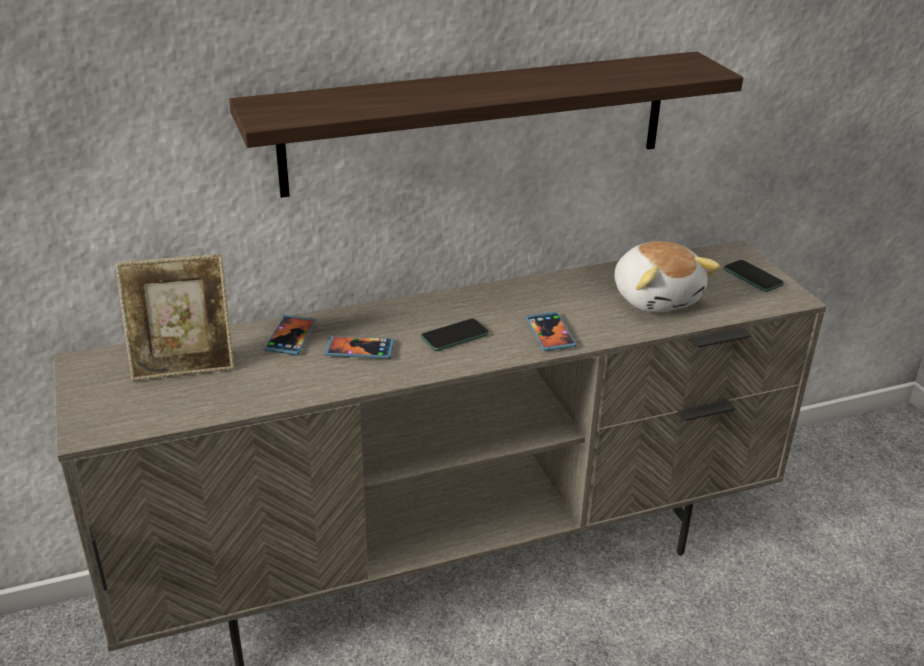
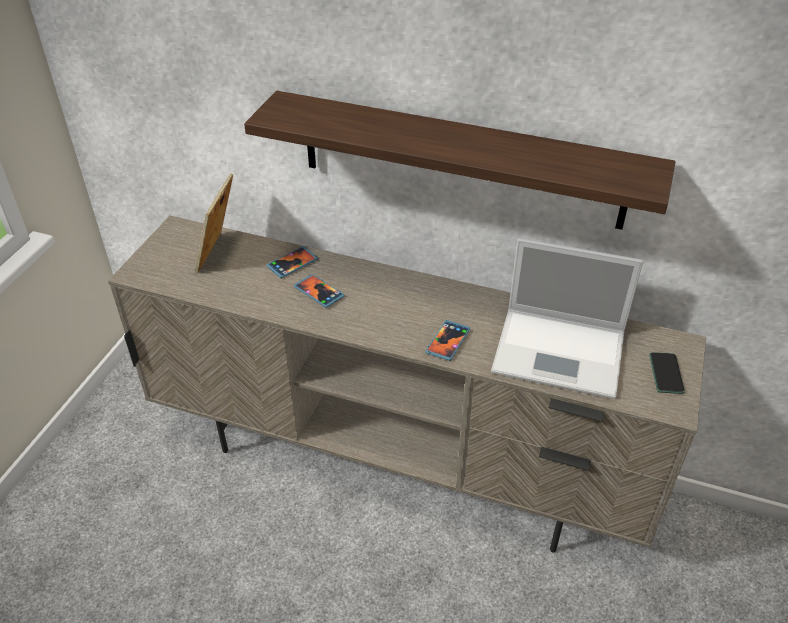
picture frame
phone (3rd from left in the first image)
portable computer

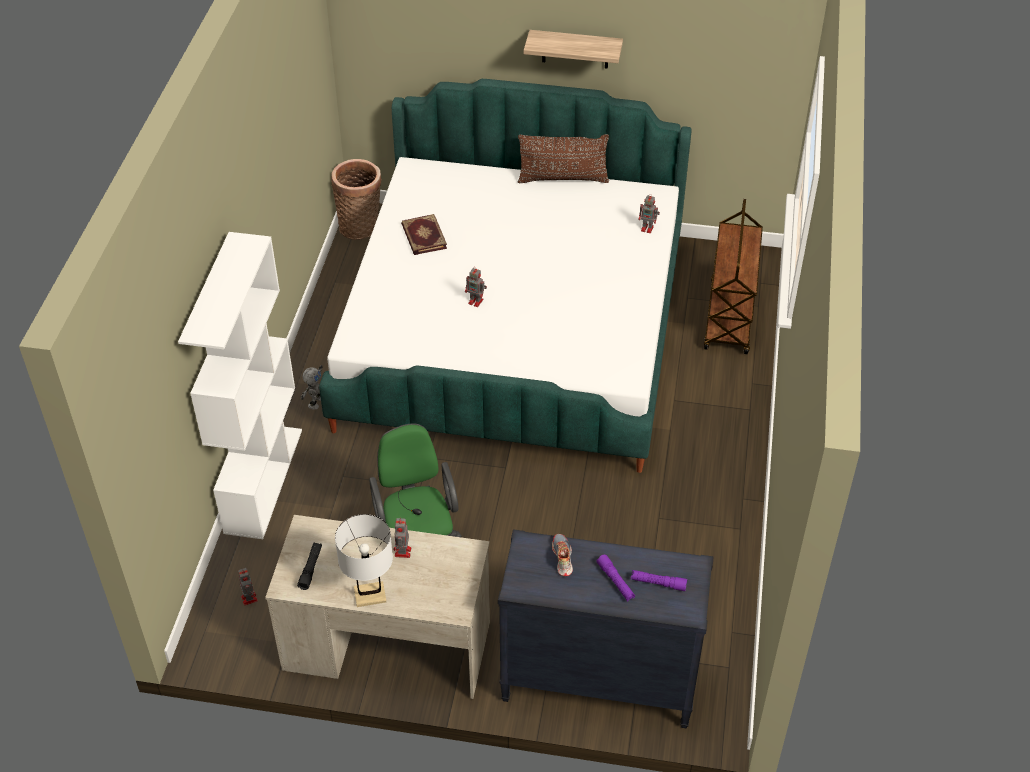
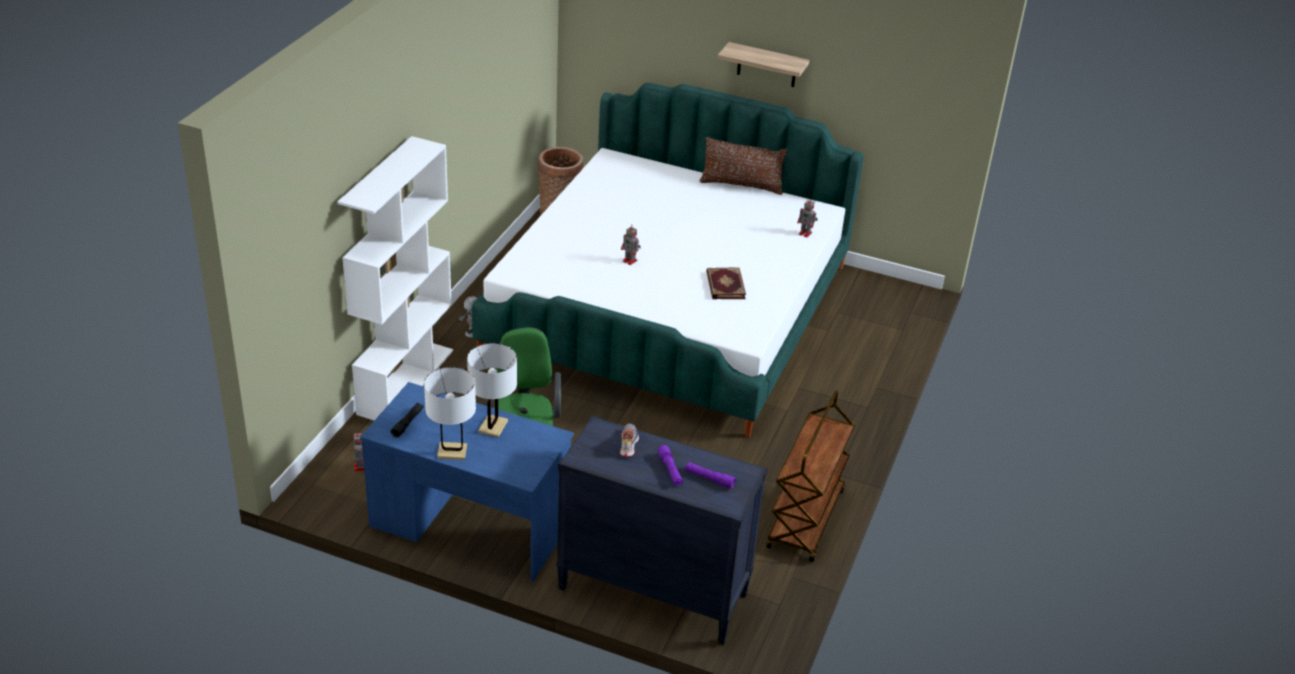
blue desk
whitish lamp for a table (2nd from left)
book
brownish wheeled cart

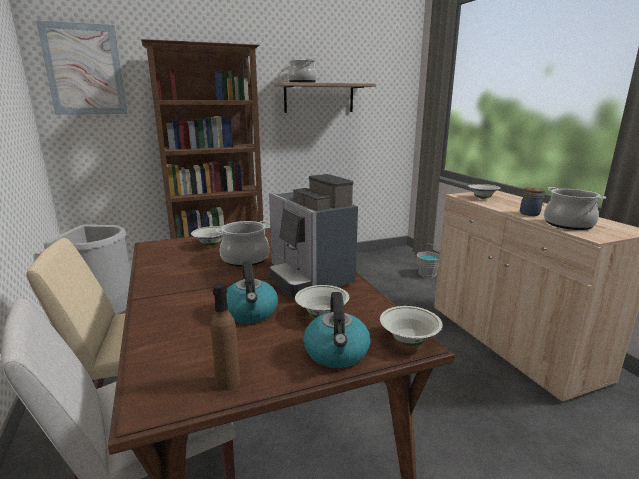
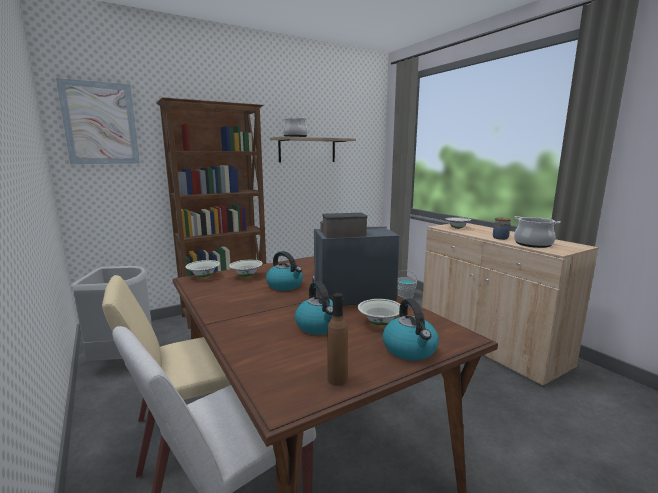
kettle (1st from left)
coffee maker
whitish deep dish (1st from left)

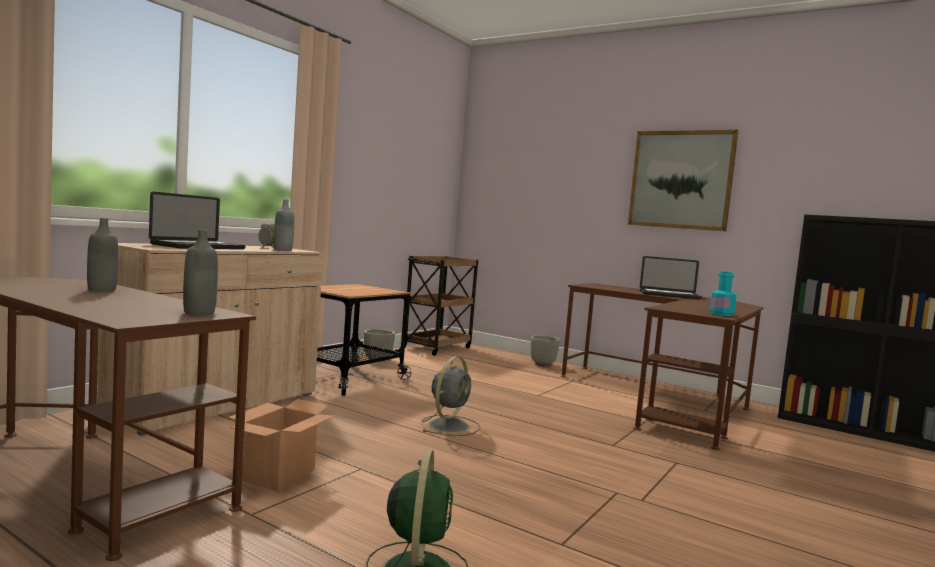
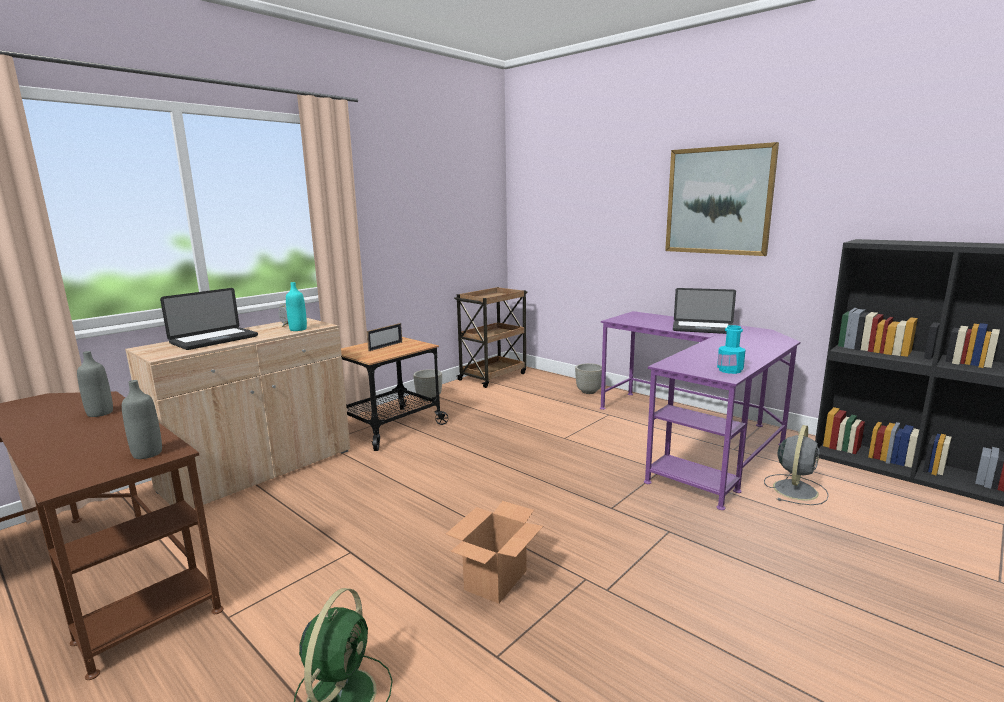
cardboard box
turquoise-coloured drink bottle (1st from left)
greyish electric fan
purple desk
picture frame

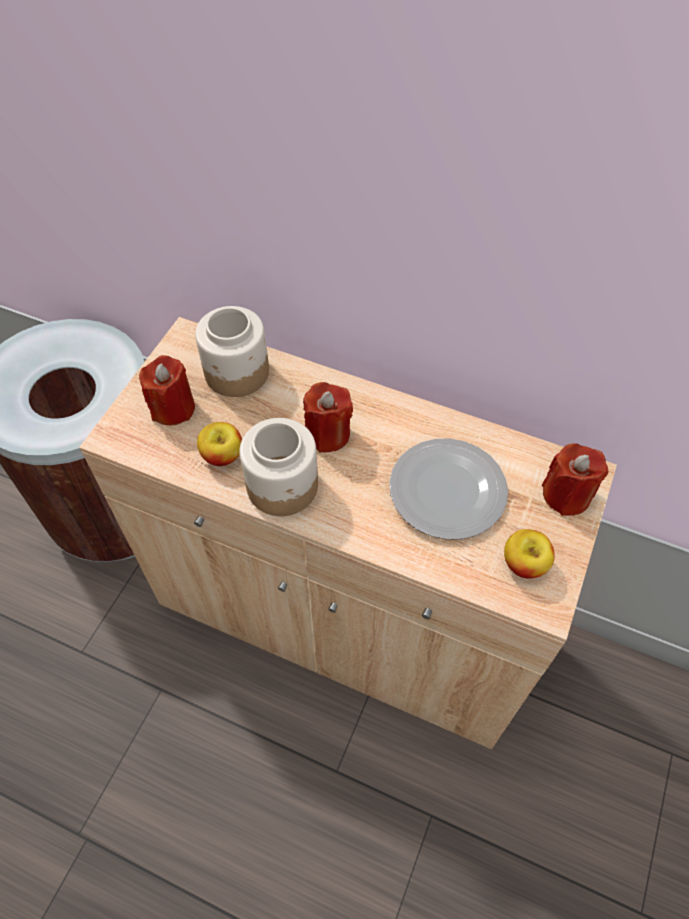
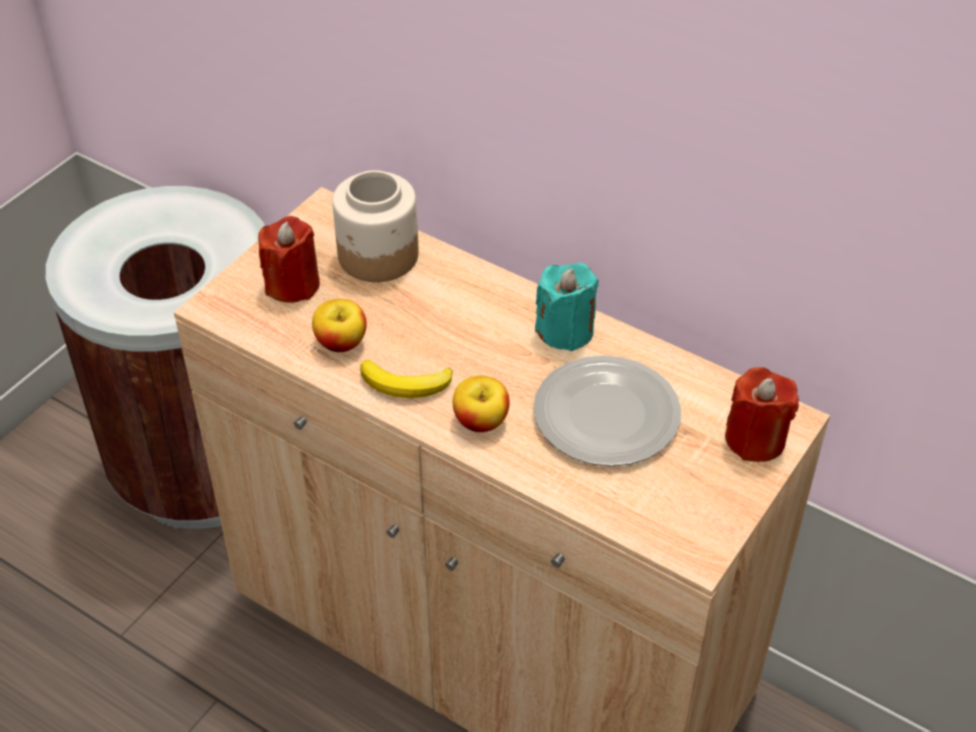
banana
red wax candle (2nd from left in the first image)
apple (2nd from left)
turquoise-coloured wax candle

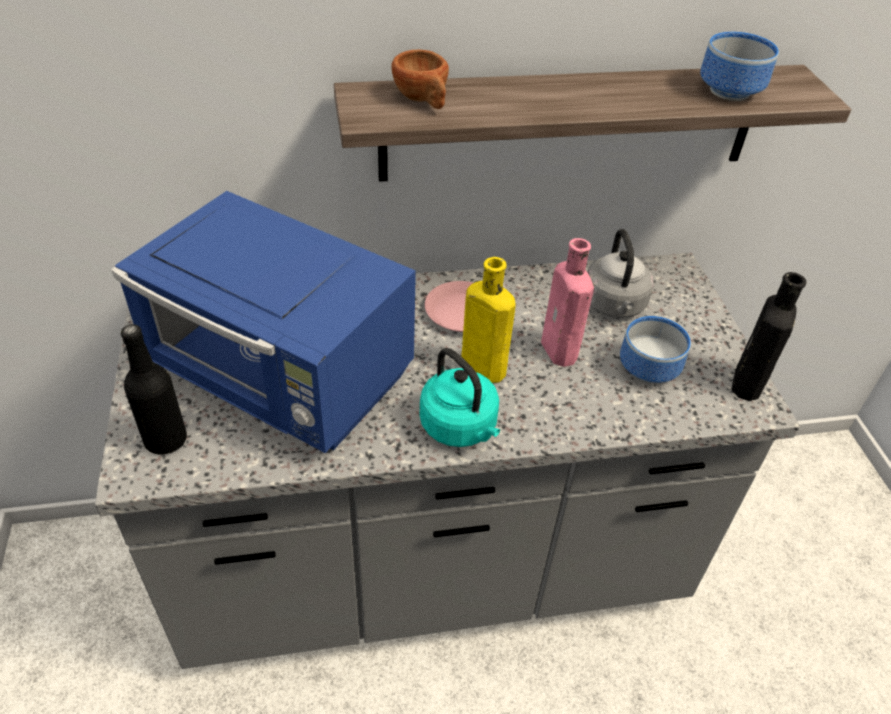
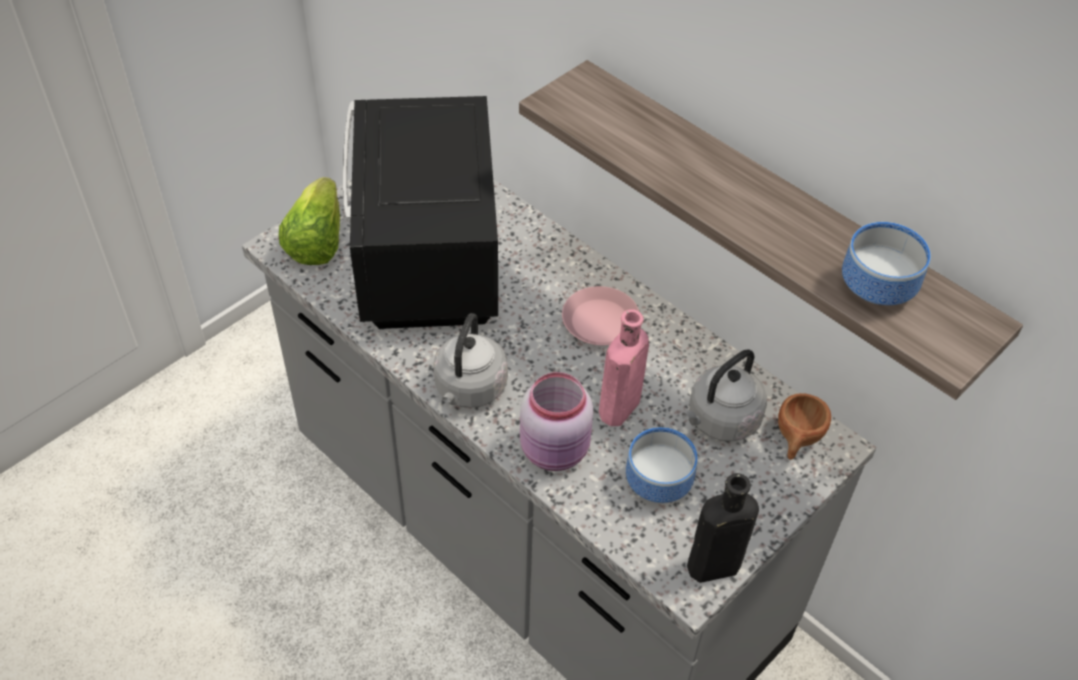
black microwave
lettuce head
brownish small cup
greyish kettle (1st from left)
yellow-coloured drink bottle
pinkish preserve jar

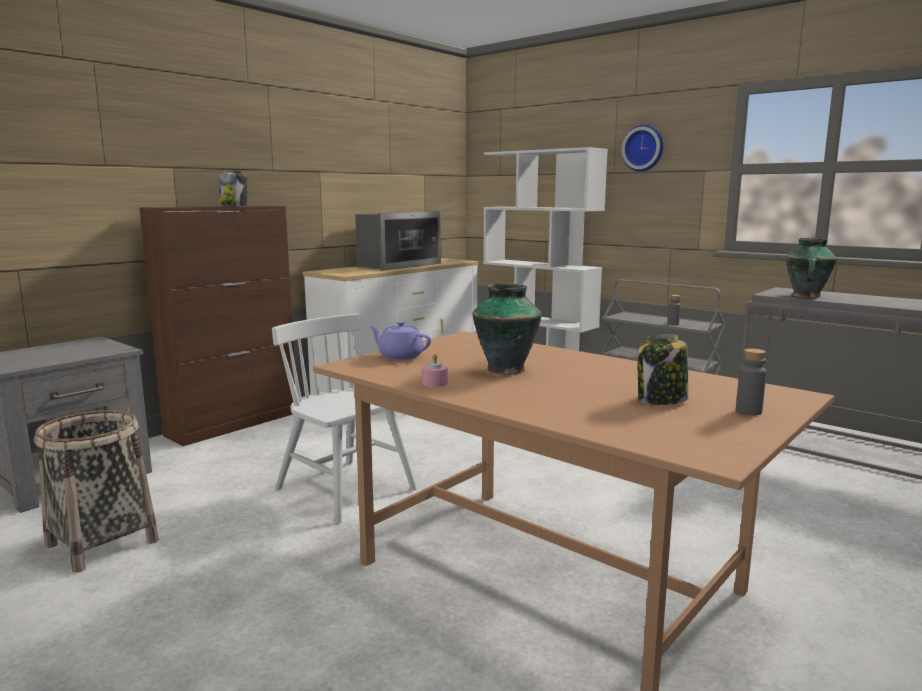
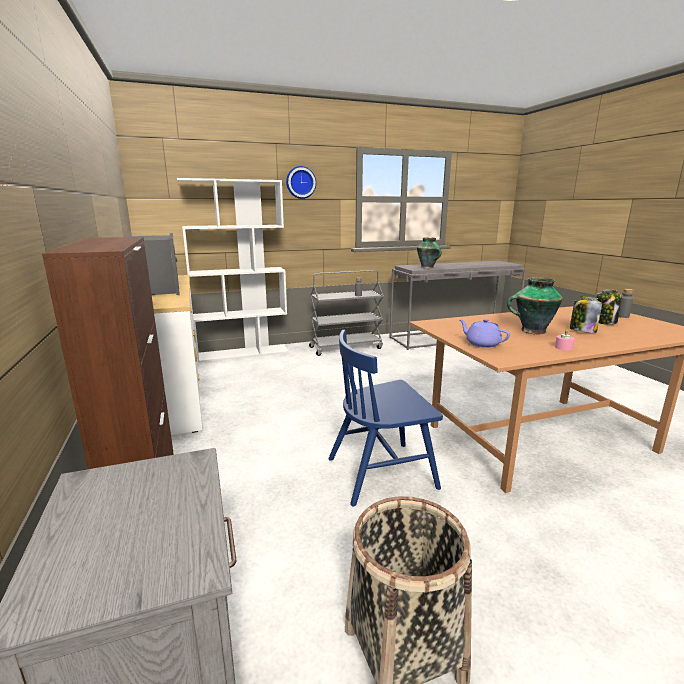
preserve jar (1st from left)
blue chair
purple teapot

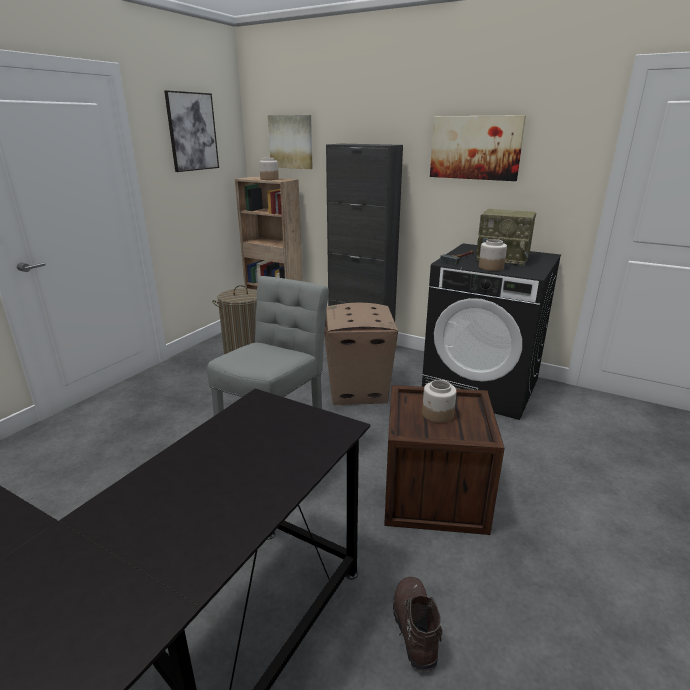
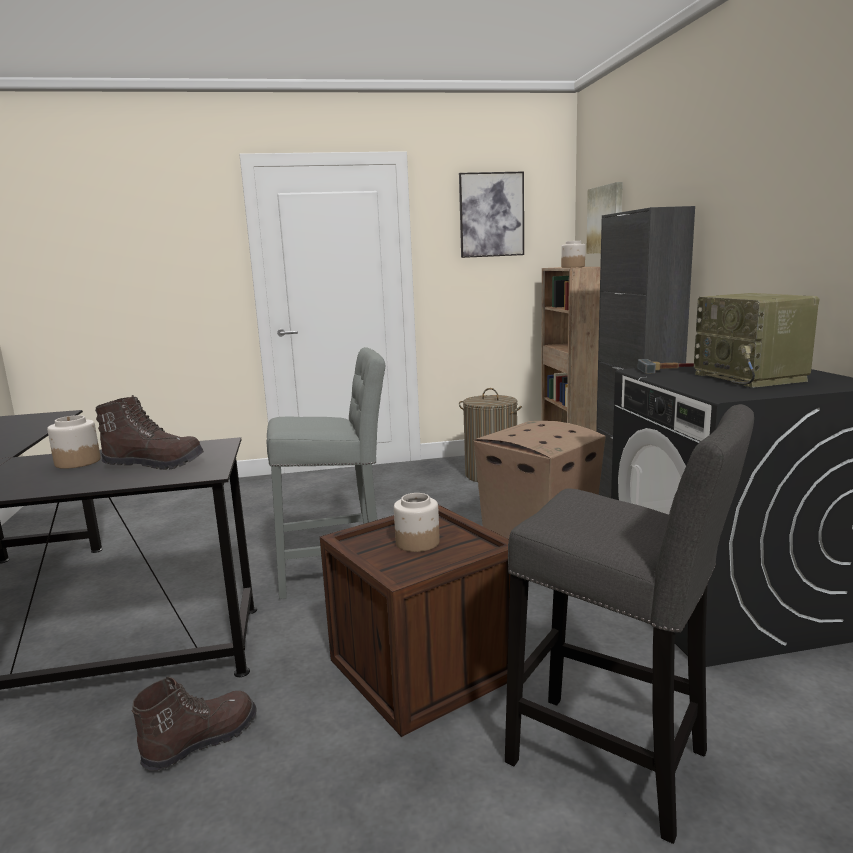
wall art (3rd from left in the first image)
preserve jar (1st from left)
brownish boot (1st from left)
greyish sitting stool (2nd from left)

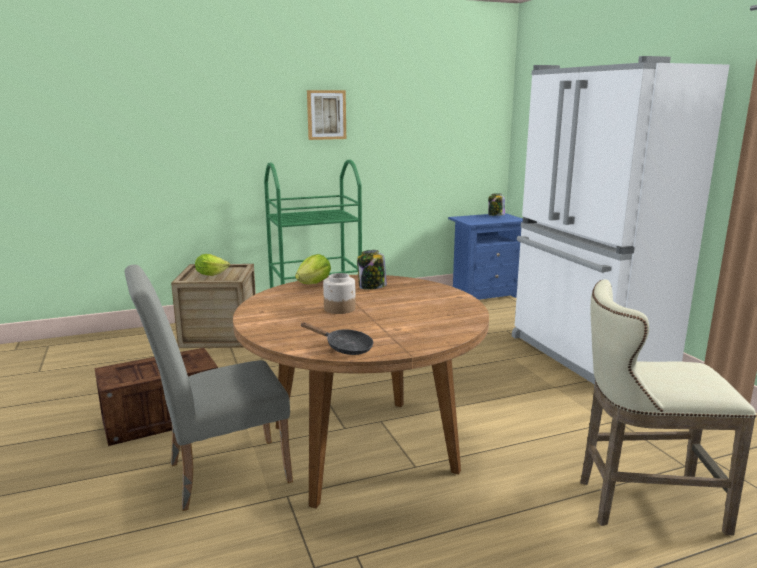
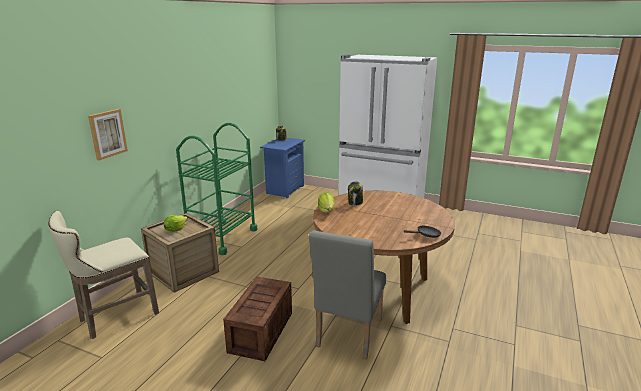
wall art
preserve jar (1st from left in the first image)
beige-coloured sitting stool

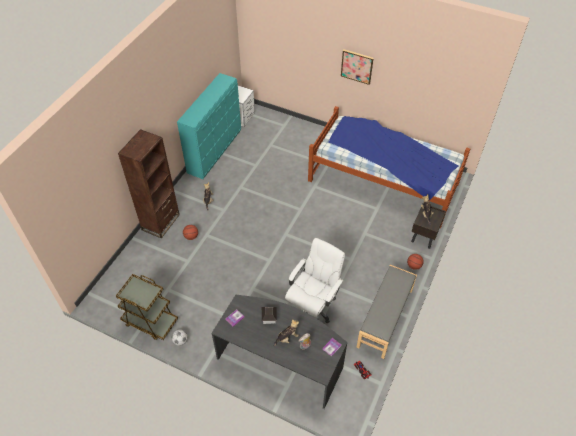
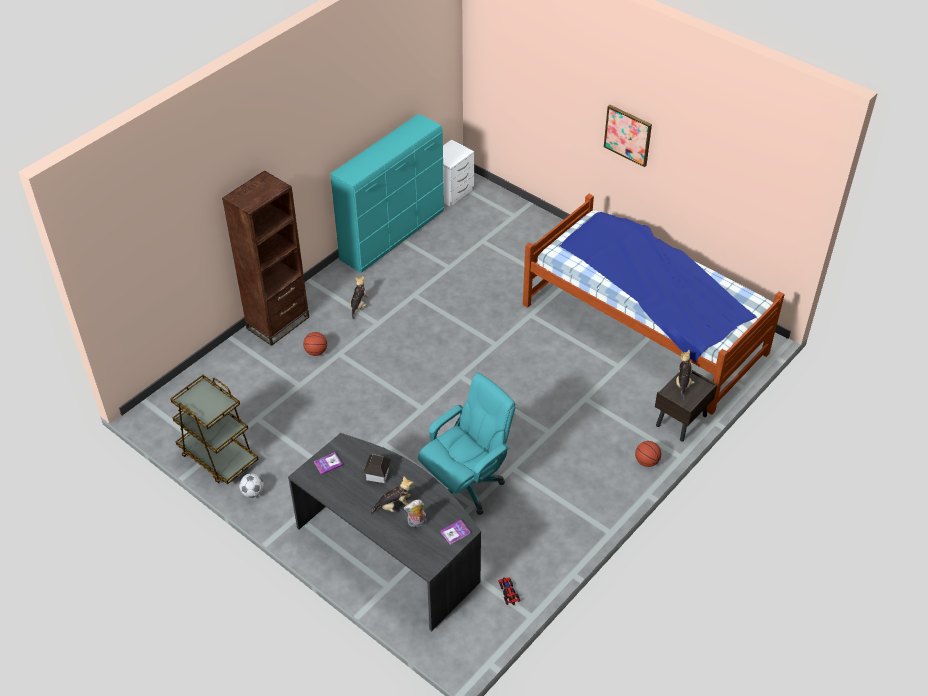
turquoise-coloured office chair
greyish long seat

